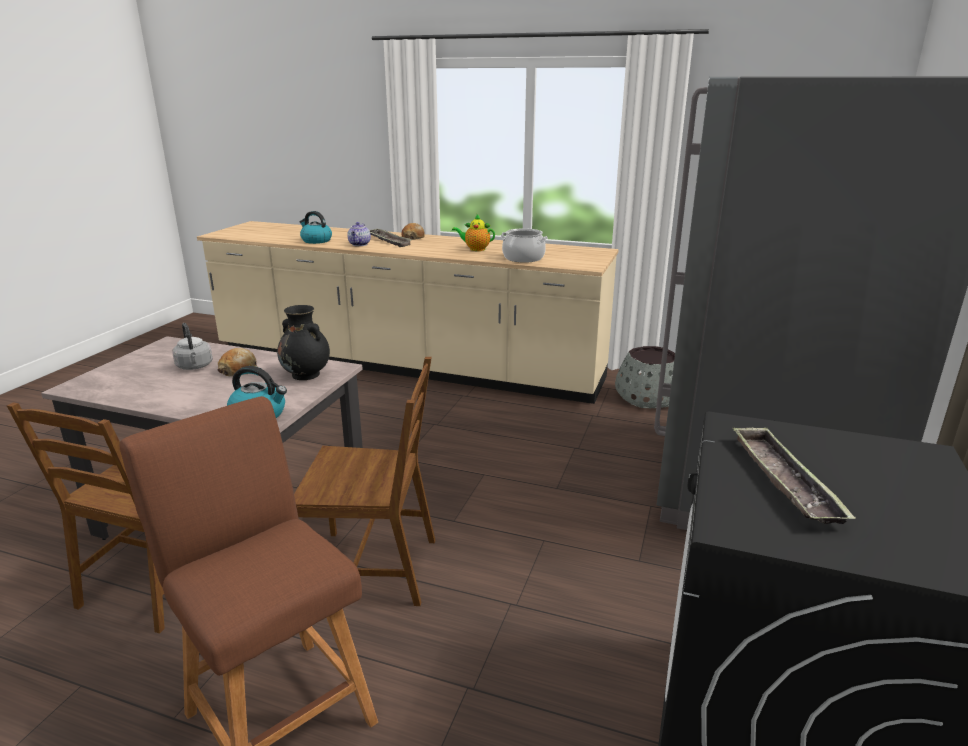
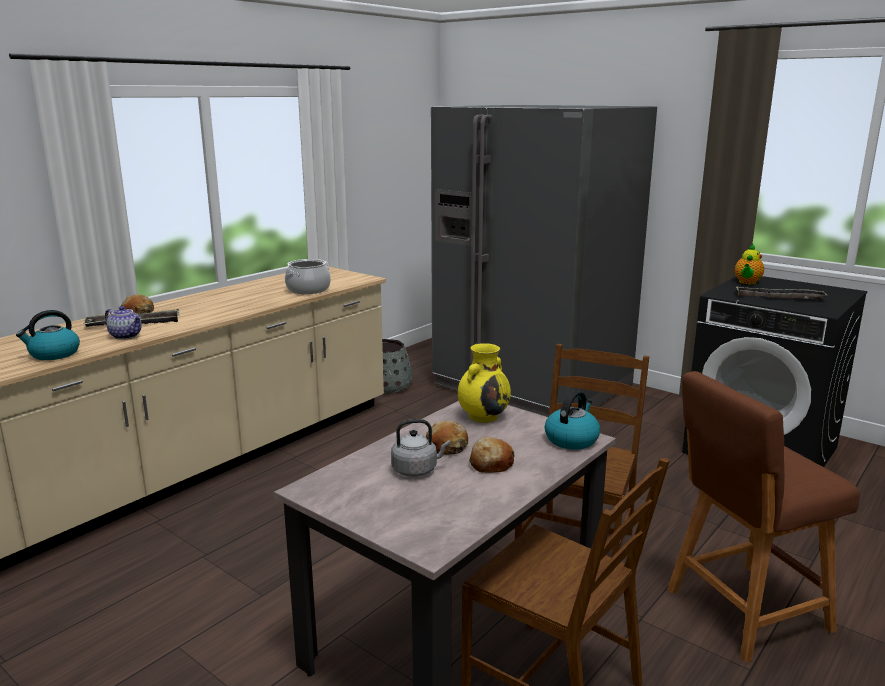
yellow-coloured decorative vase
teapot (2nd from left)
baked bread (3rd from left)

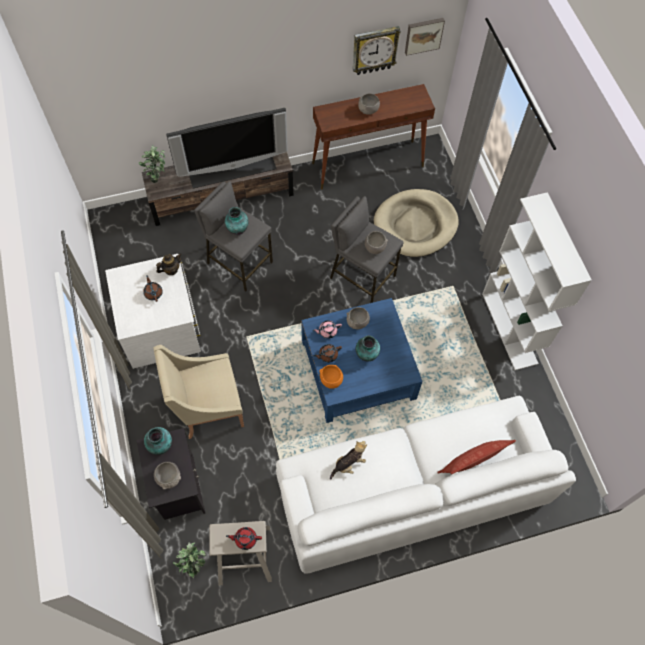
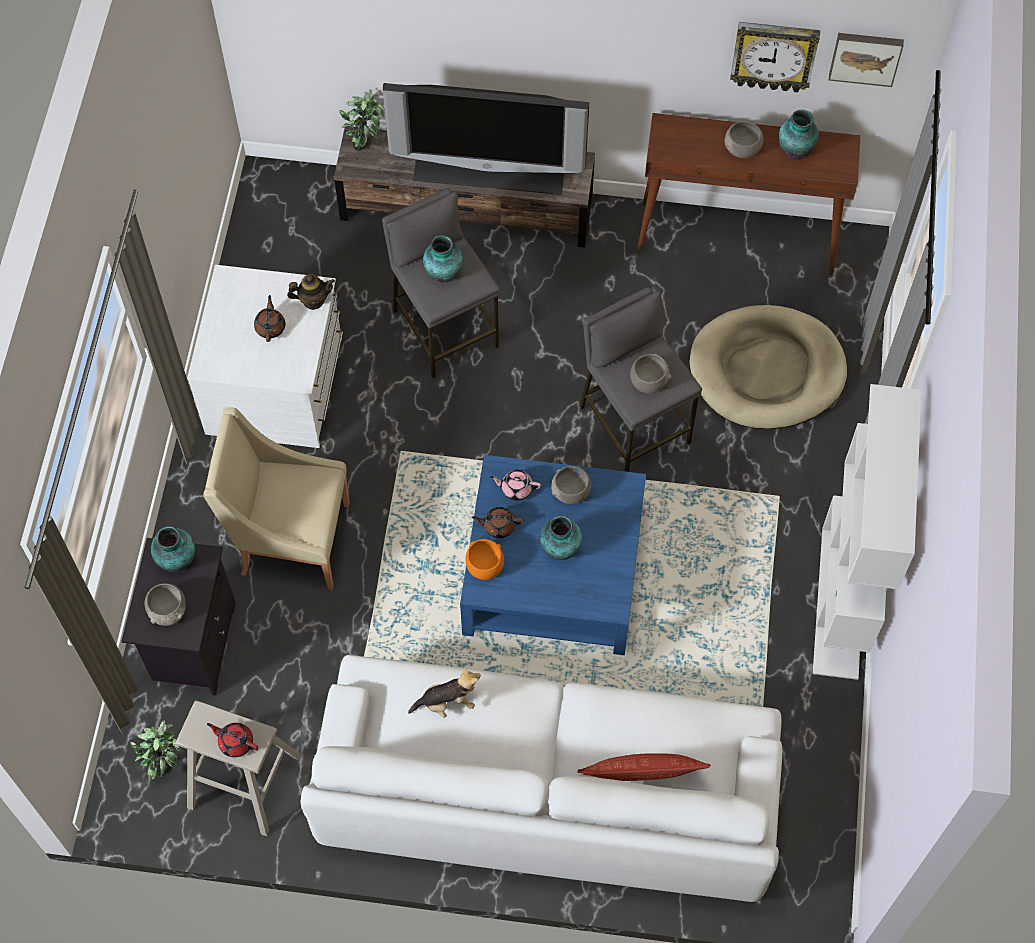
decorative vase (4th from left)

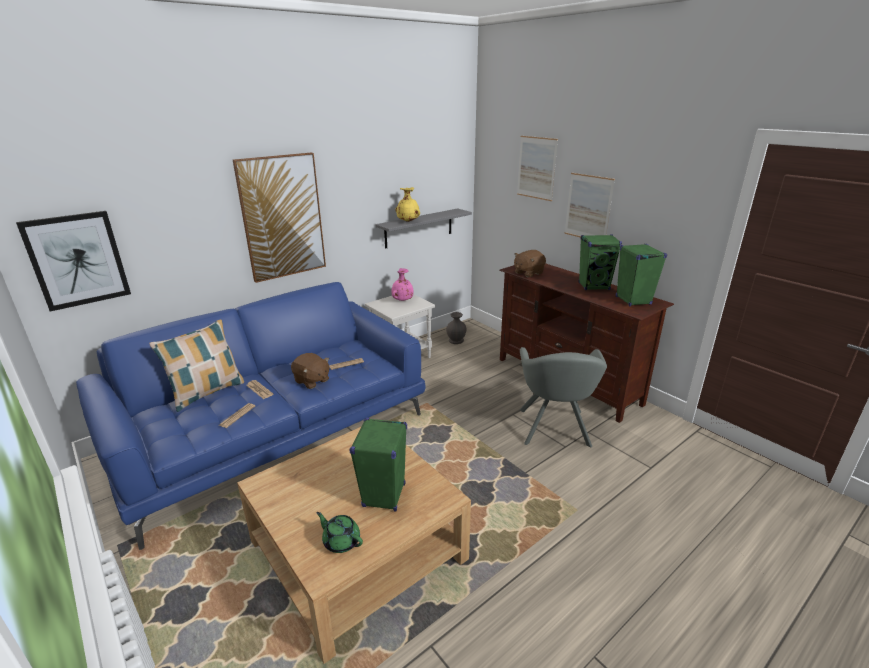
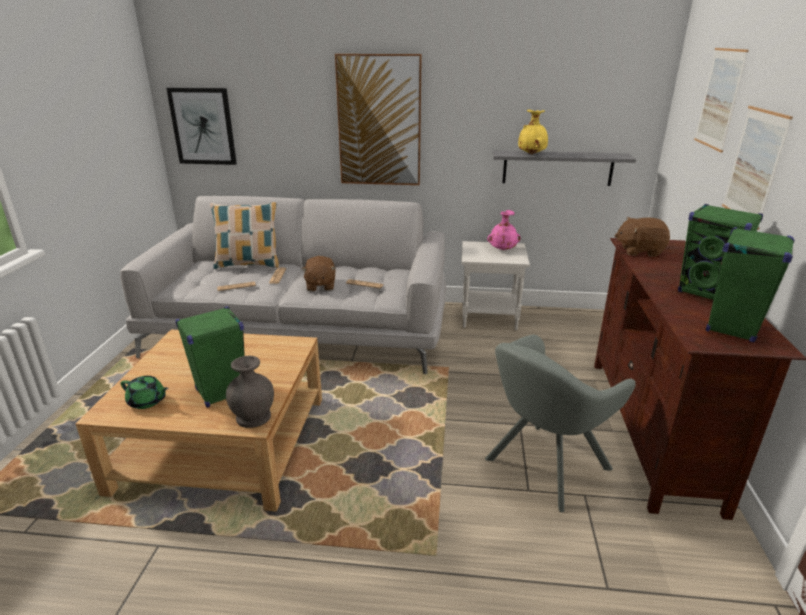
greyish couch
greenish teapot
greyish decorative vase

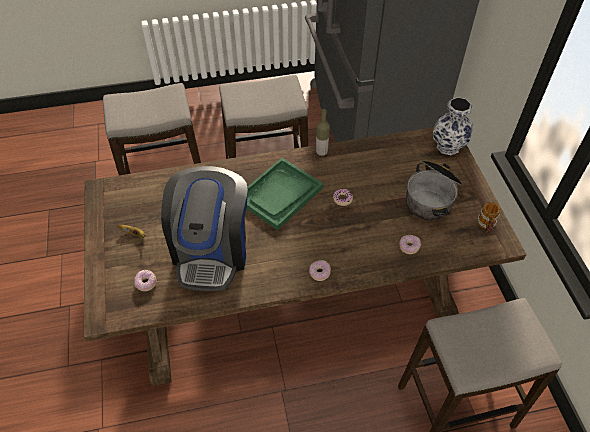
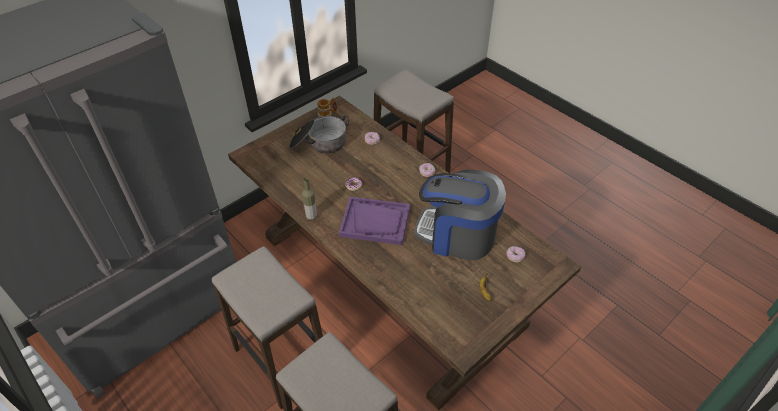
coffee maker
purple carrying tray
decorative vase

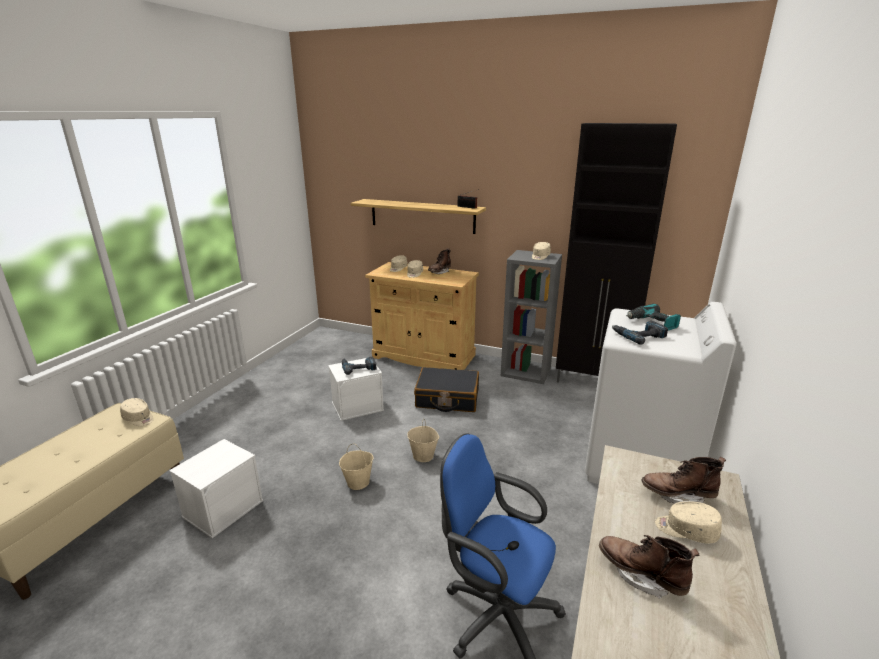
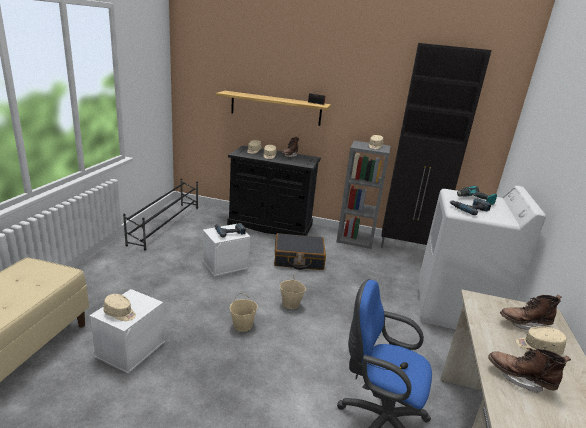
beige-coloured peaked cap (1st from left)
black storage cabinet (1st from left)
black shoe rack

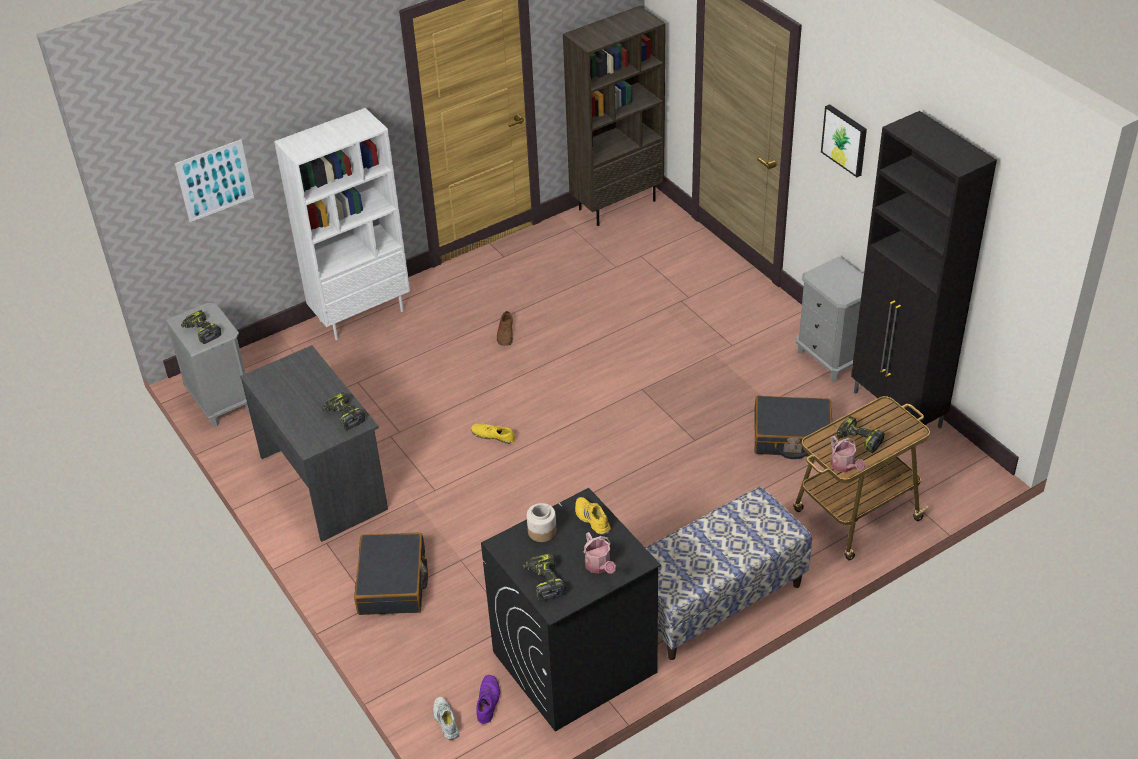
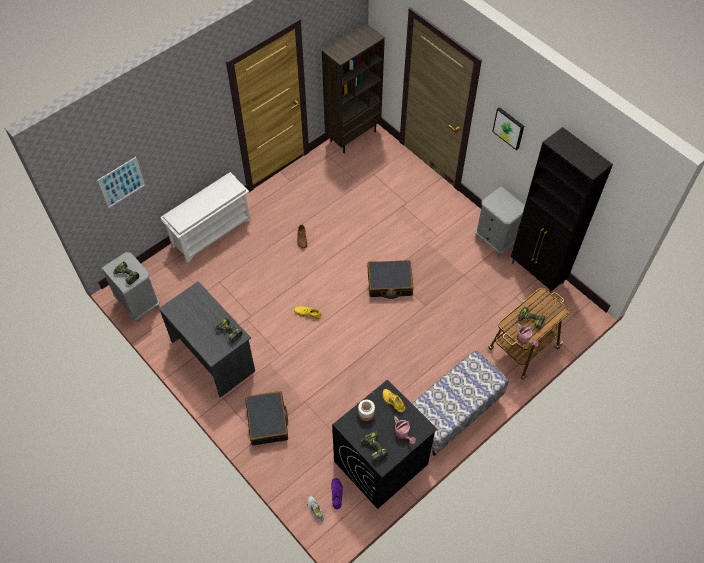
whitish shoe rack
black suitcase (2nd from left)

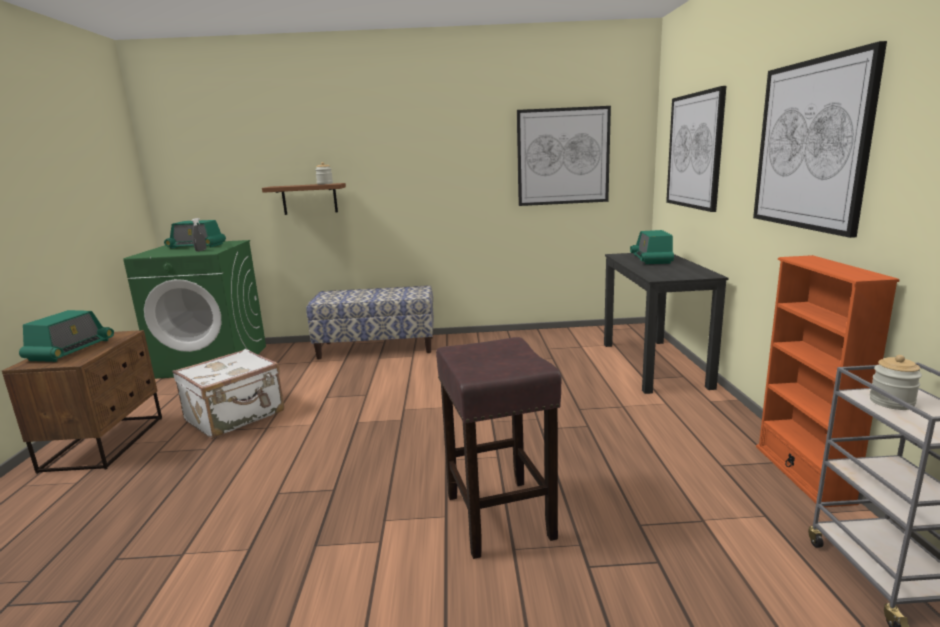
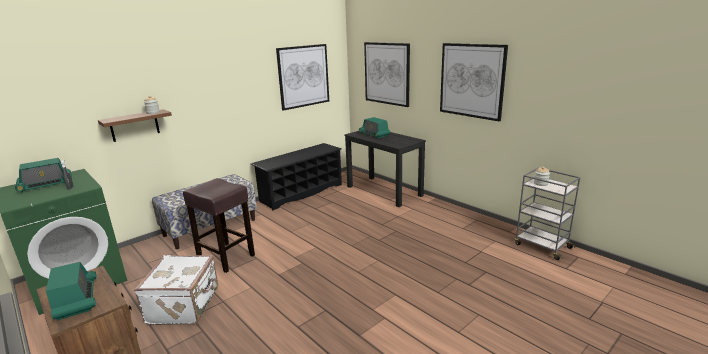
brownish sitting stool
orangey shelving unit
black shoe rack

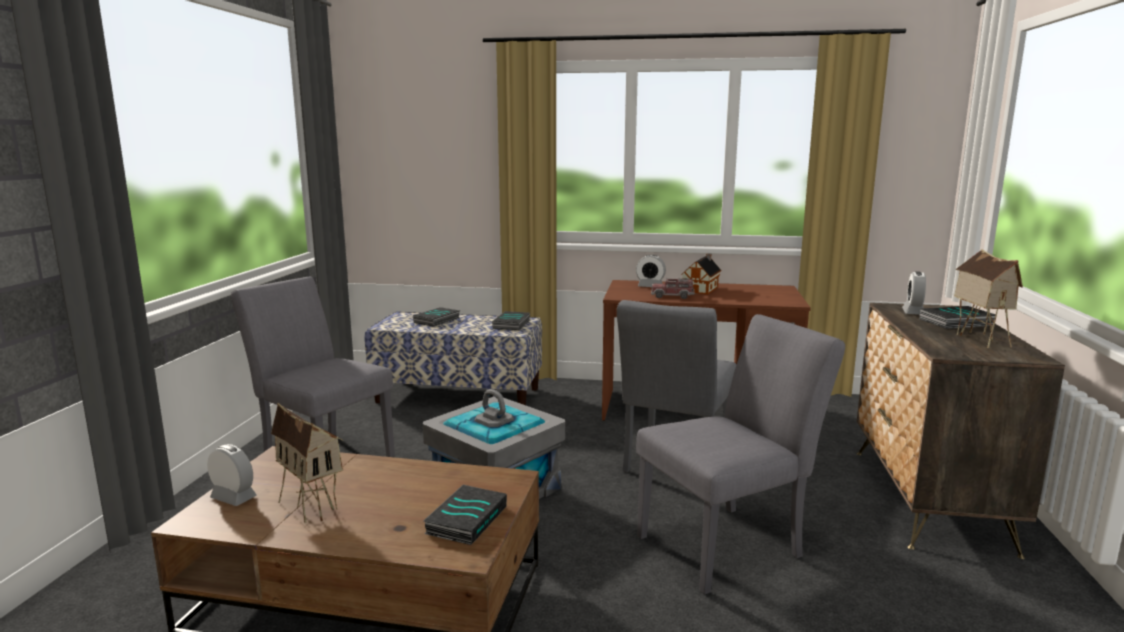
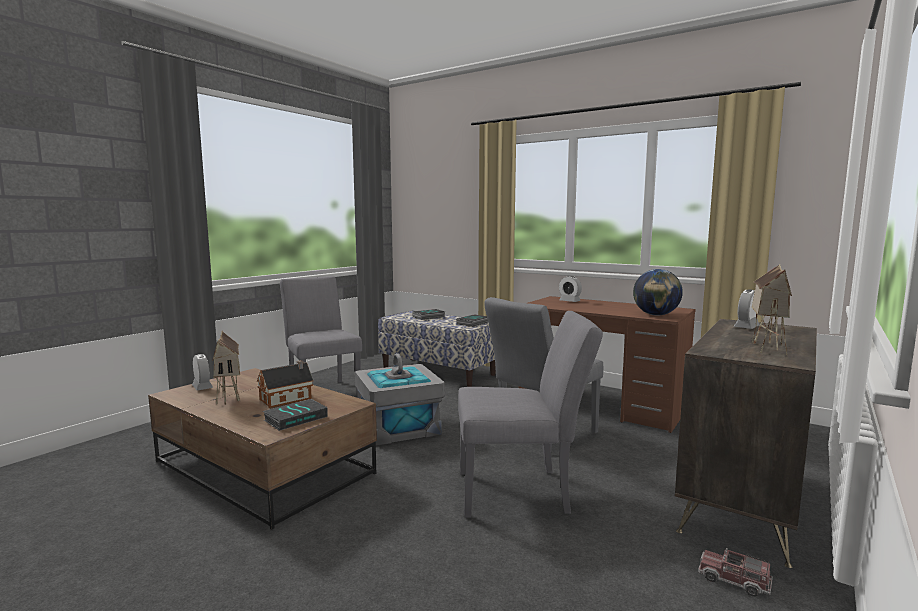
toy truck
miniature house (2nd from left)
book (4th from left in the first image)
world globe

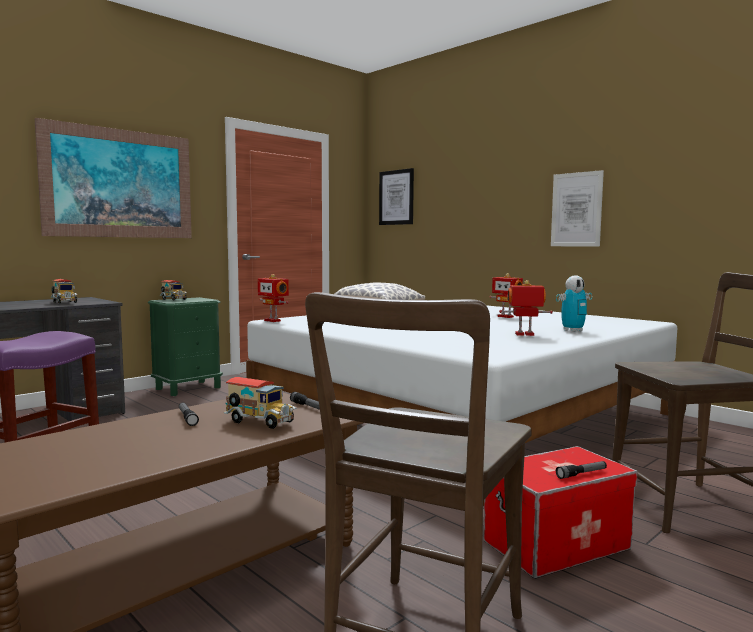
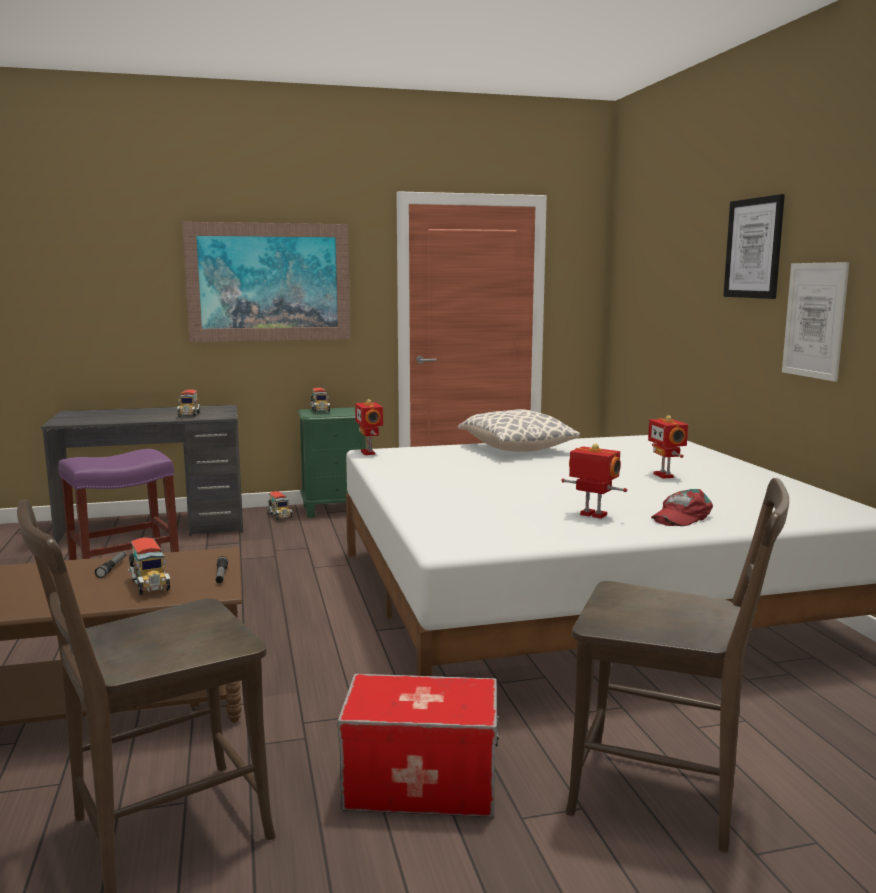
wall art (2nd from left)
red peaked cap
flashlight (3rd from left in the first image)
toy truck (3rd from left)

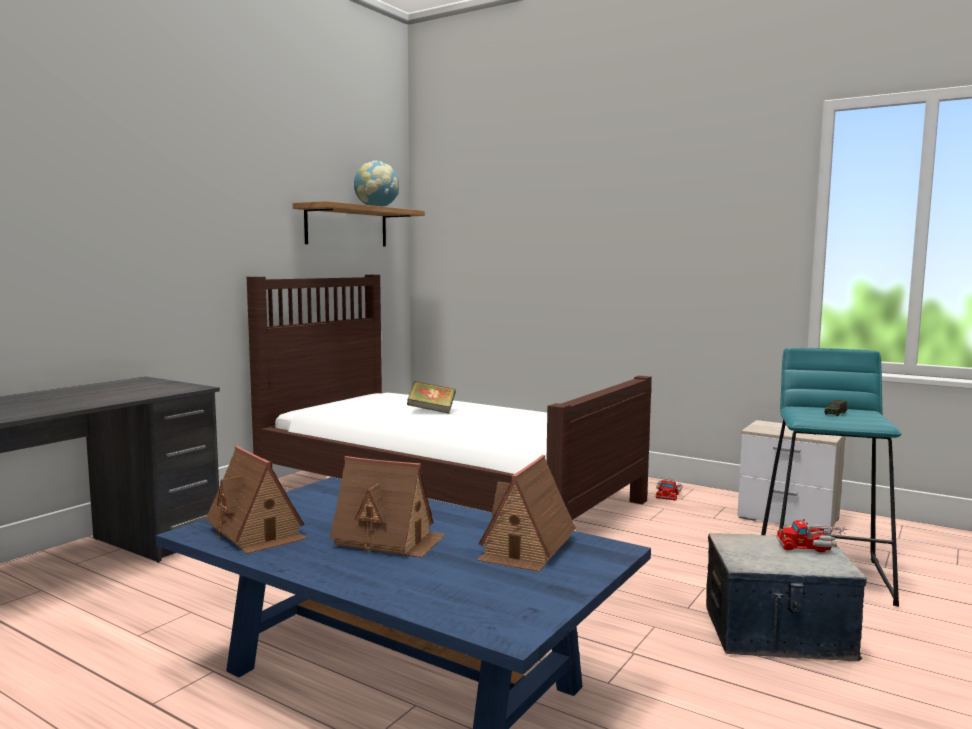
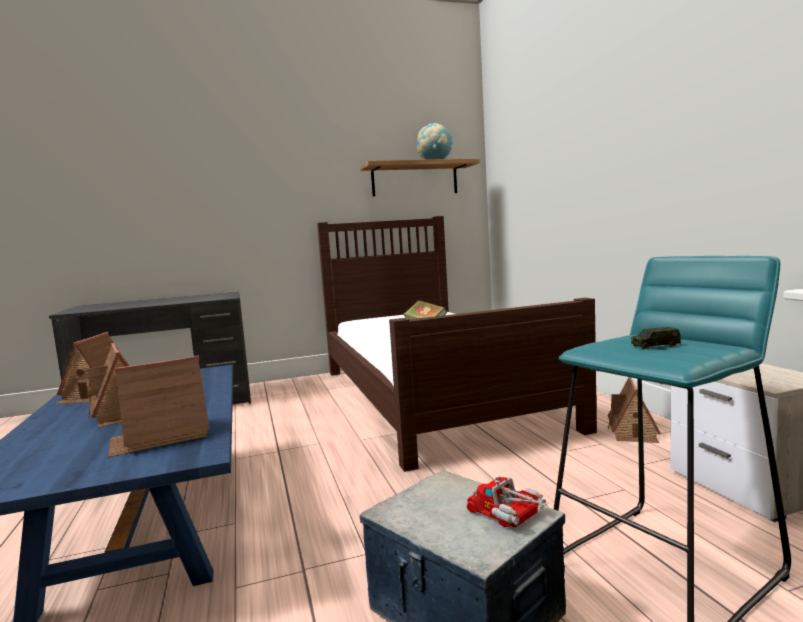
miniature house (4th from left)

